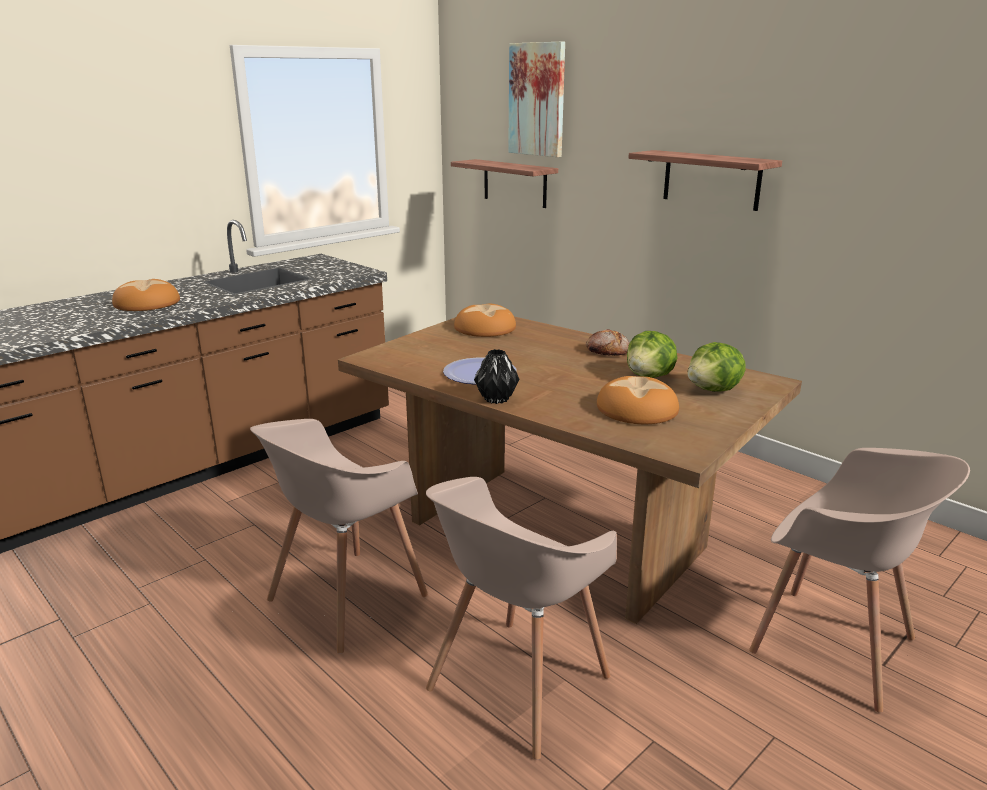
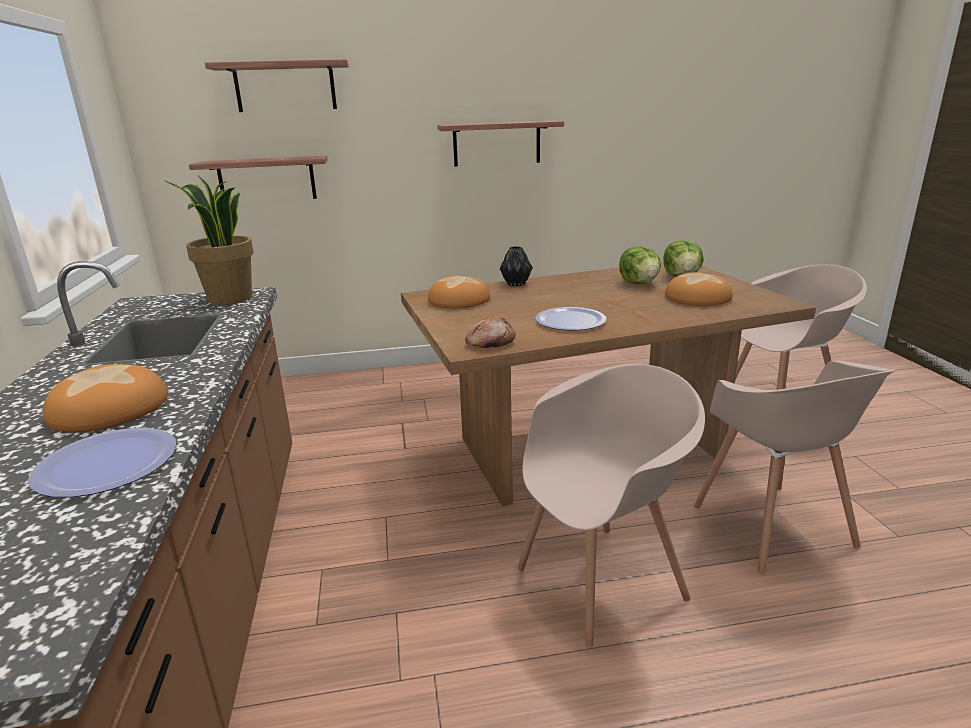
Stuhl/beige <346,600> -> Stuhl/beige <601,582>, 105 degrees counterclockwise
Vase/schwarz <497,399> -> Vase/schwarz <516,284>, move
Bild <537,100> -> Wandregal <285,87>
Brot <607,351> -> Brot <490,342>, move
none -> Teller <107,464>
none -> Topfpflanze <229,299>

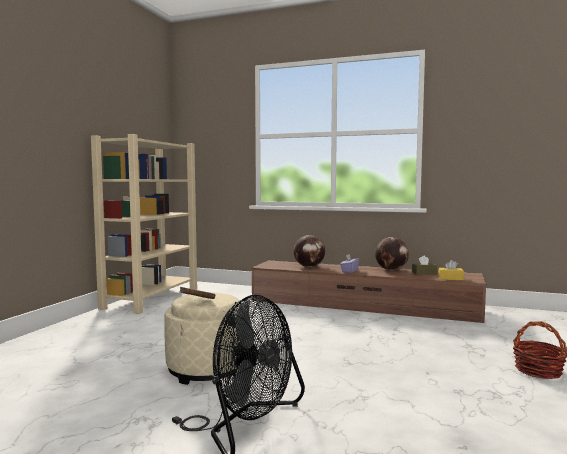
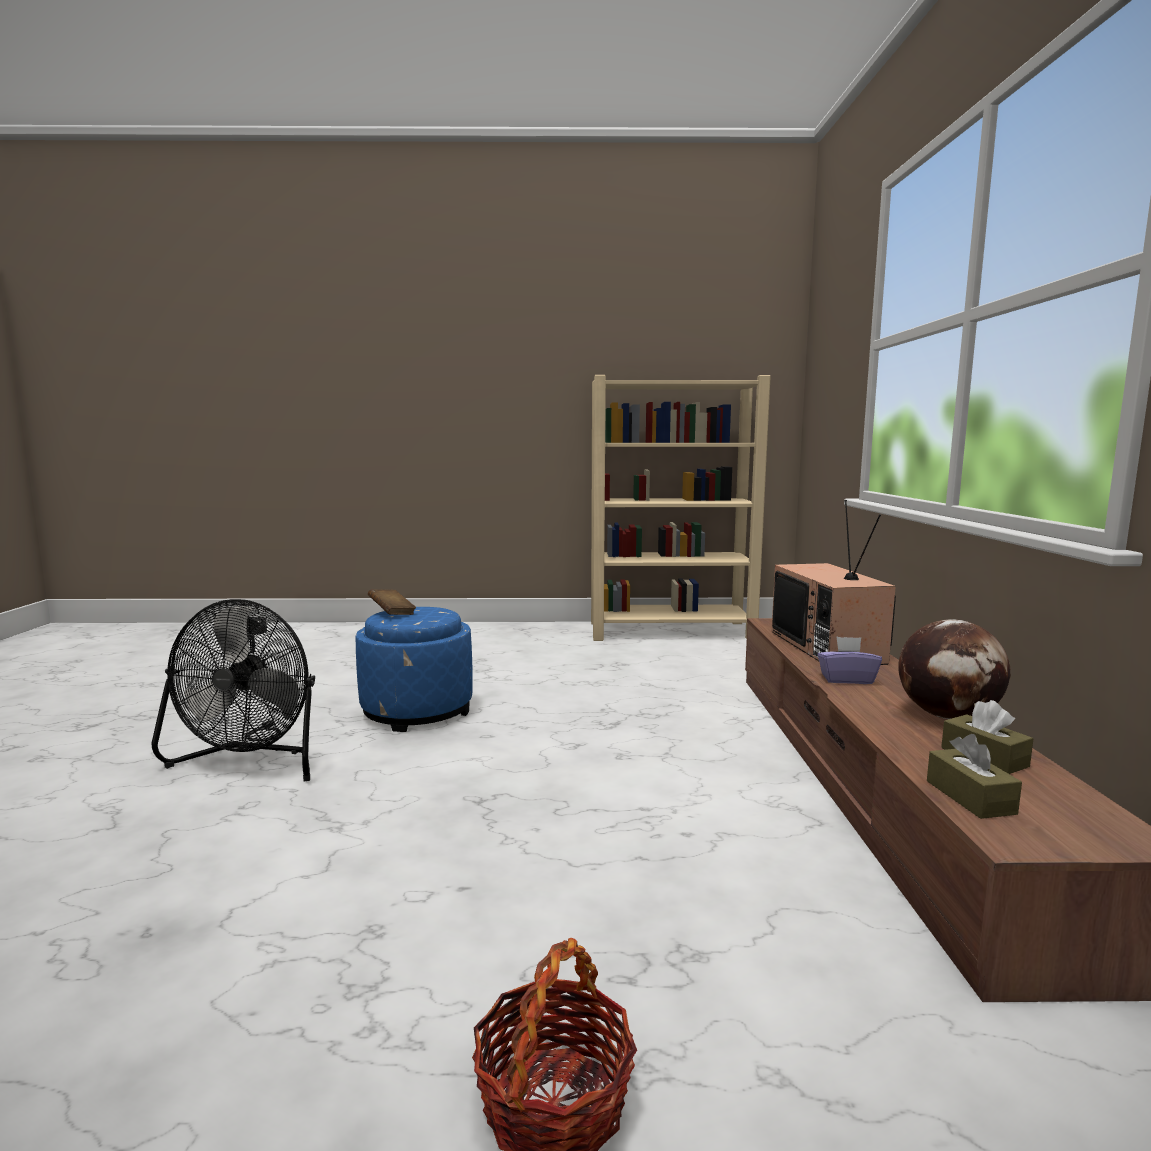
Polsterhocker/beige <207,369> -> Polsterhocker/blau <417,711>
Globus <309,266> -> Fernseher <829,647>
Taschentuchbox/gelb <450,278> -> Taschentuchbox/braun <970,797>

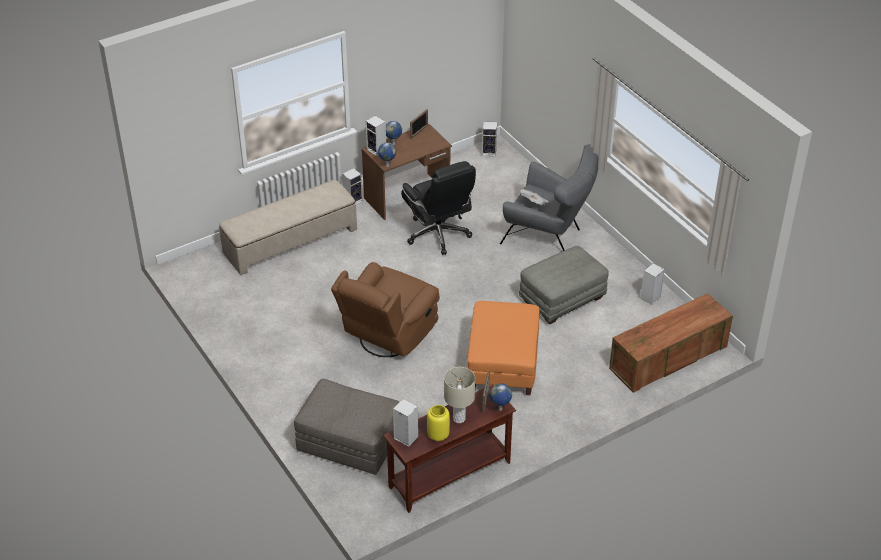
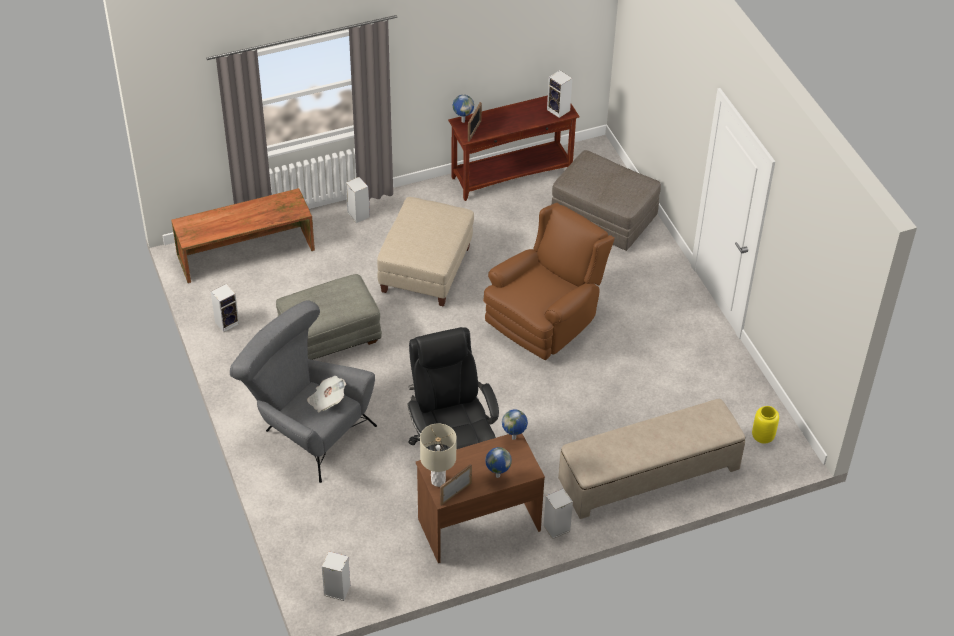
Lautsprecher <377,150> -> Lautsprecher <357,215>, move
Vase/gelb <438,435> -> Vase/gelb <762,436>, move
Tischlampe/beige <459,418> -> Tischlampe/beige <438,481>, move
Polsterhocker/orange <503,365> -> Polsterhocker/beige <426,270>

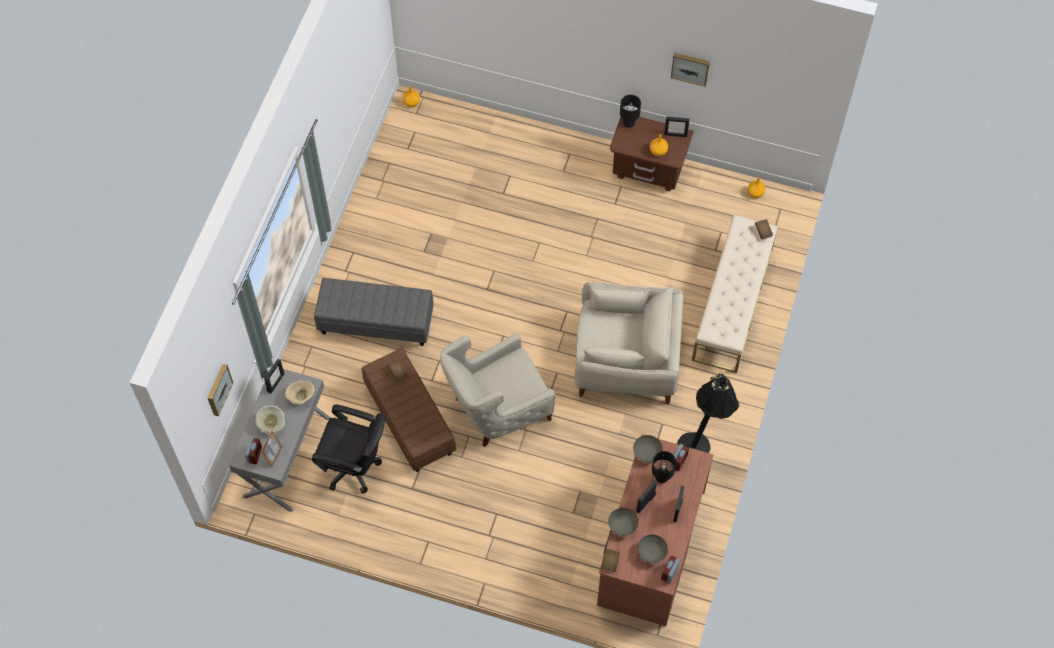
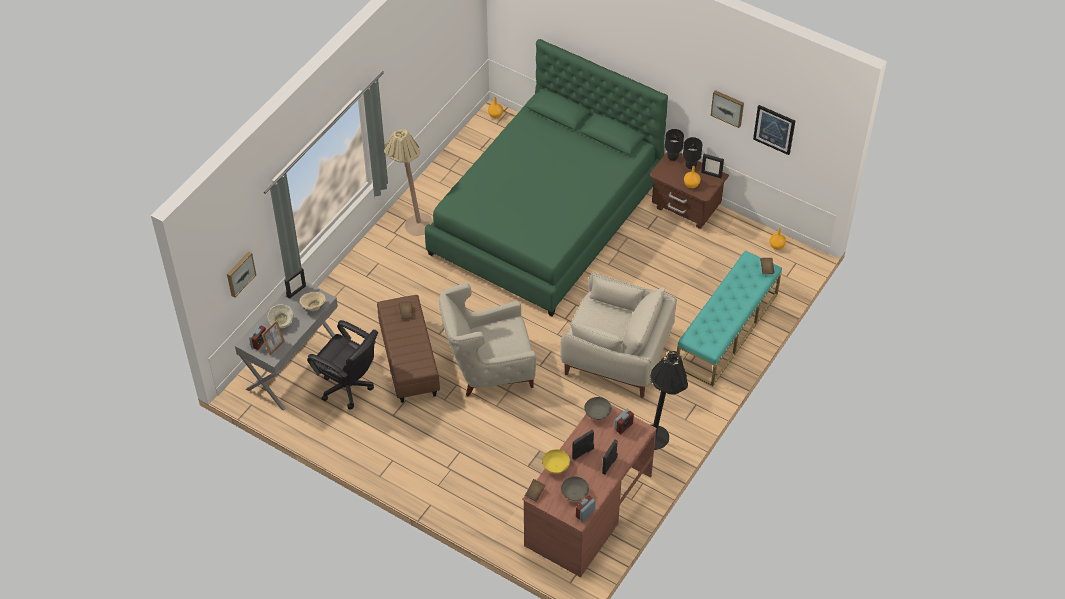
Polsterhocker/grau <376,324> -> none
Schüssel/grau <622,525> -> Schüssel/gelb <556,466>
Tischlampe/schwarz <661,478> -> Tischlampe/schwarz <690,166>, move
Bank/beige <732,304> -> Bank/türkis <727,330>
none -> Stehlampe/beige <412,223>
none -> Bett/grün <546,217>
none -> Bild <774,129>

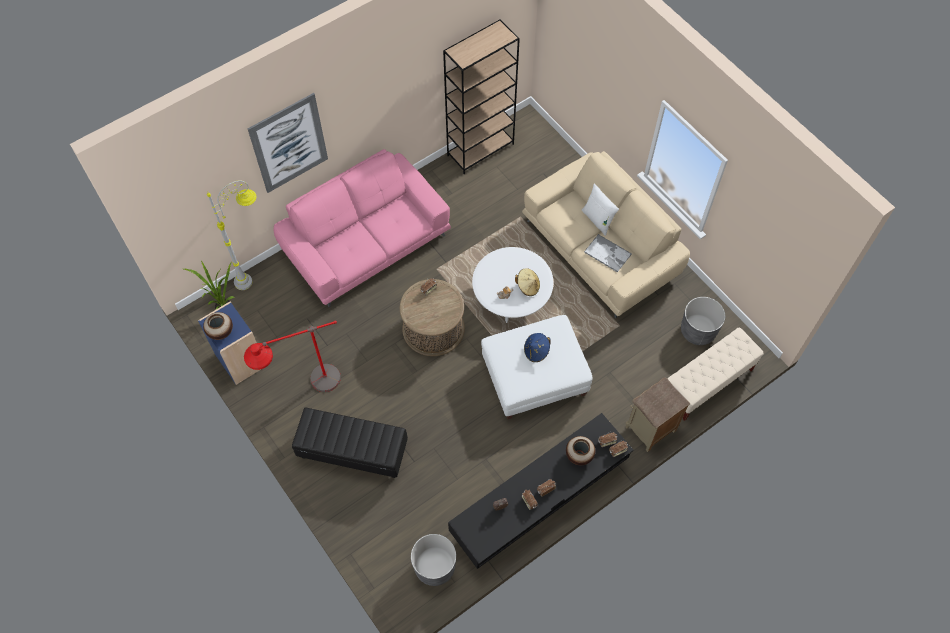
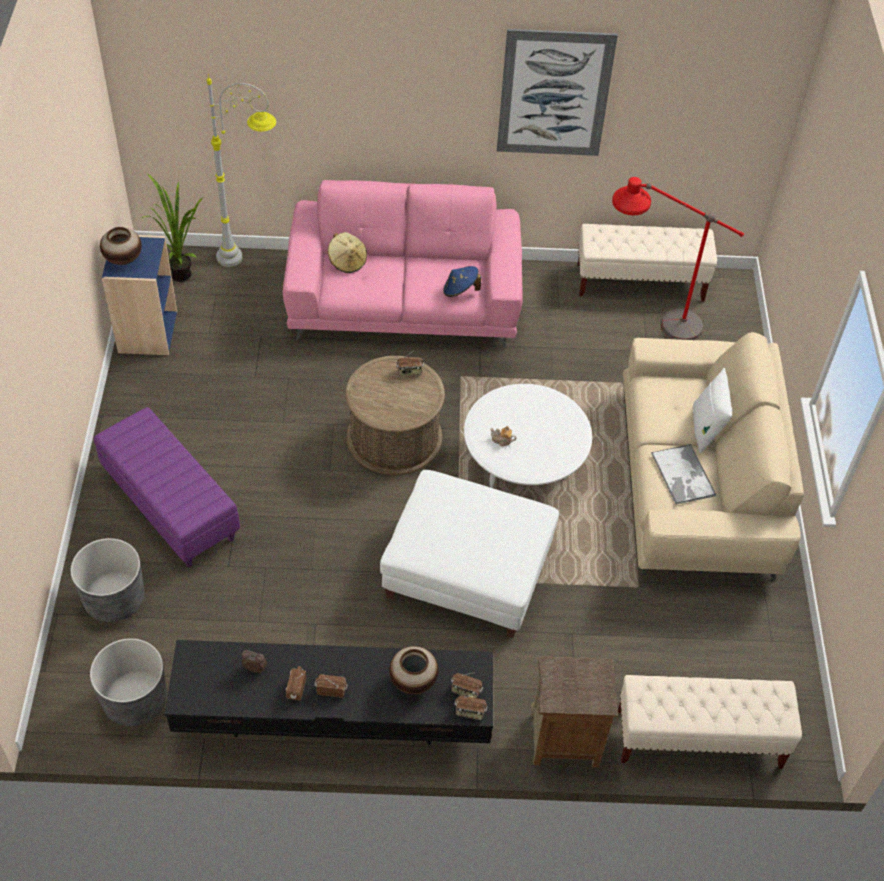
Stehlampe/rot <307,390> -> Stehlampe/rot <652,326>, move
Bild <289,144> -> Bild <554,94>, move
Polsterhocker/schwarz <352,452> -> Polsterhocker/lila <170,507>
Bücherregal/beige <480,149> -> Bank/beige <640,283>
Hut/beige <528,286> -> Hut/beige <347,261>, move
Hut/blau <536,351> -> Hut/blau <460,291>, move
Pflanzkübel/grau <698,331> -> Pflanzkübel/grau <114,599>, move

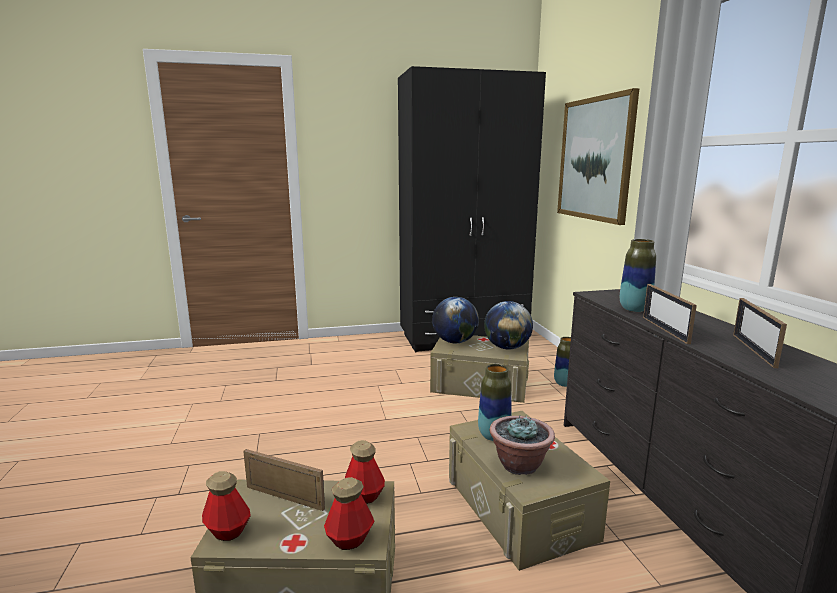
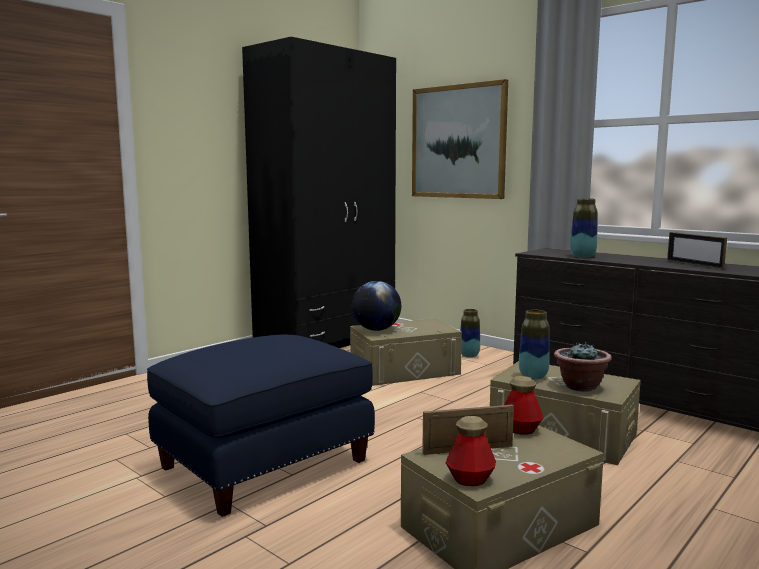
Flasche <350,539> -> none
Globus <507,347> -> none
Bilderrahmen <665,330> -> none
none -> Polsterhocker/blau <264,463>

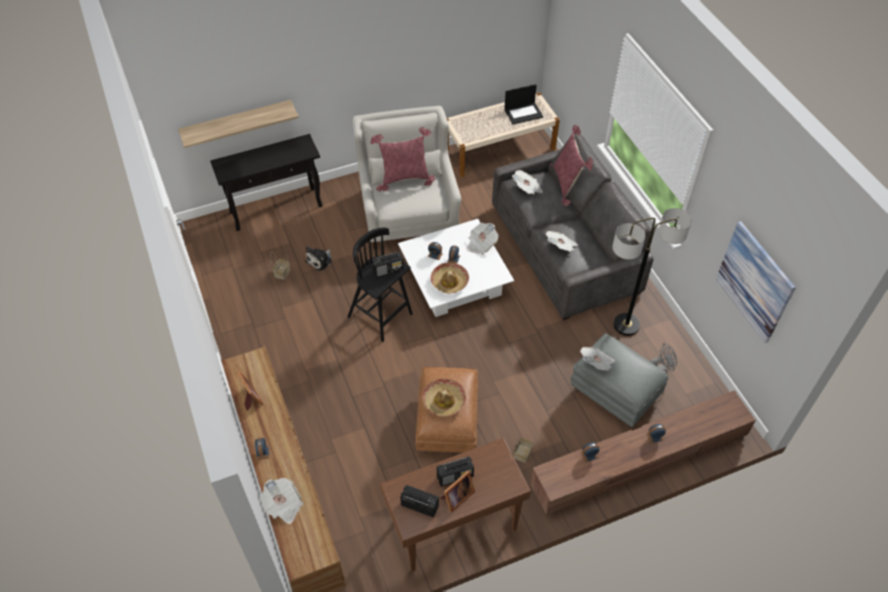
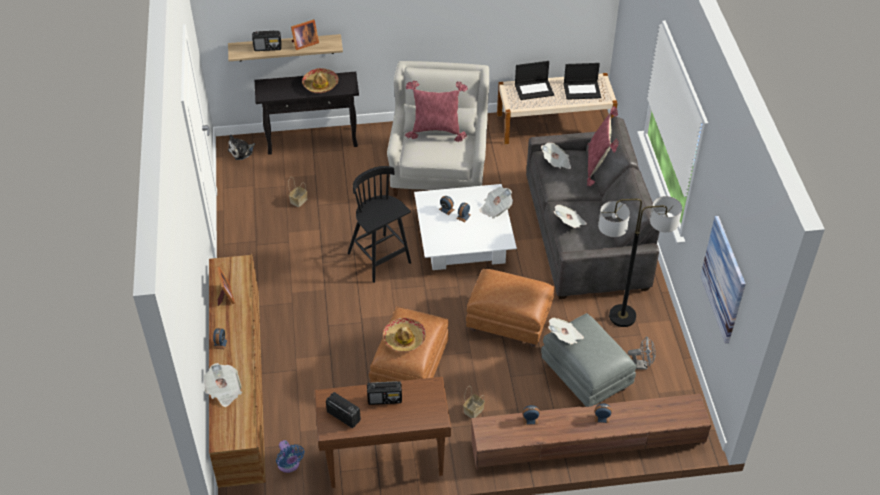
Plüschtier <320,260> -> Plüschtier <241,151>, move
Radio <388,270> -> Radio <268,48>, move
Hut <449,281> -> Hut <320,84>, move
Bilderrahmen <456,497> -> Bilderrahmen <304,44>, move
none -> Ventilator/blau <289,465>
none -> Polsterhocker/braun <510,322>
none -> Laptop <534,89>

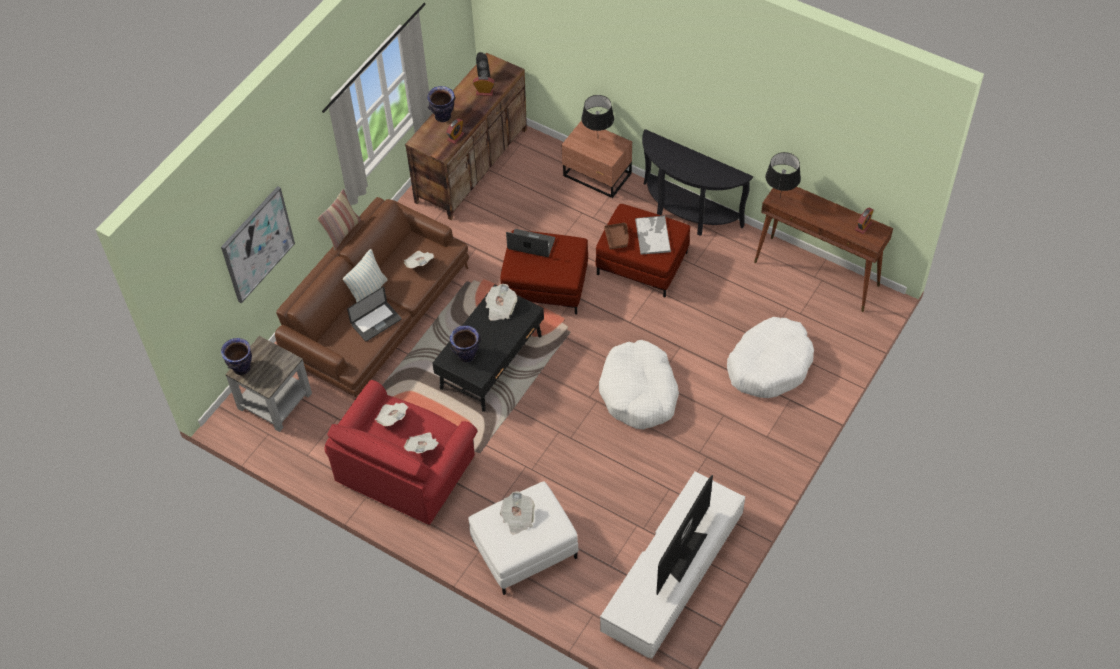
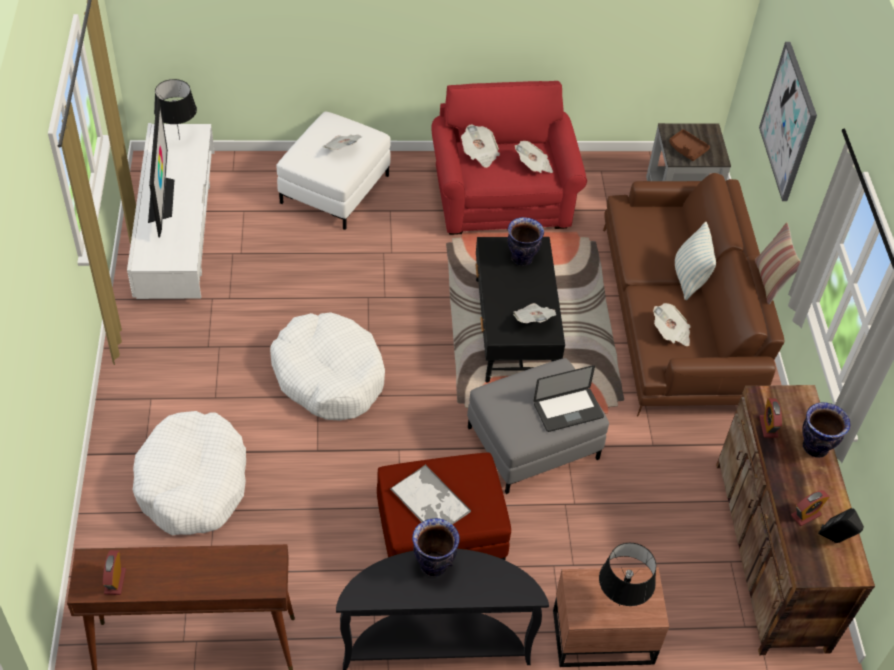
Vase <241,368> -> Vase <434,564>, move
Laptop <376,322> -> none
Polsterhocker/rot <545,285> -> Polsterhocker/grau <533,442>
Tablett/braun <617,238> -> Tablett/braun <687,149>, move
Tischlampe/schwarz <780,197> -> Tischlampe/schwarz <179,139>, move

